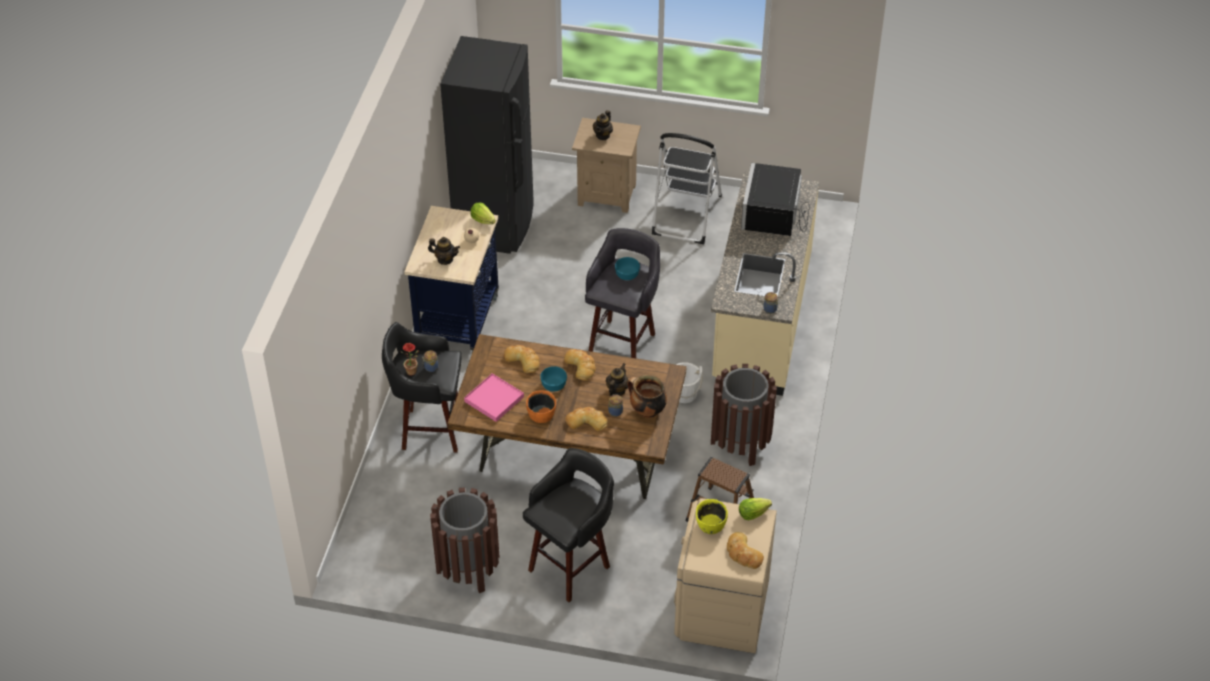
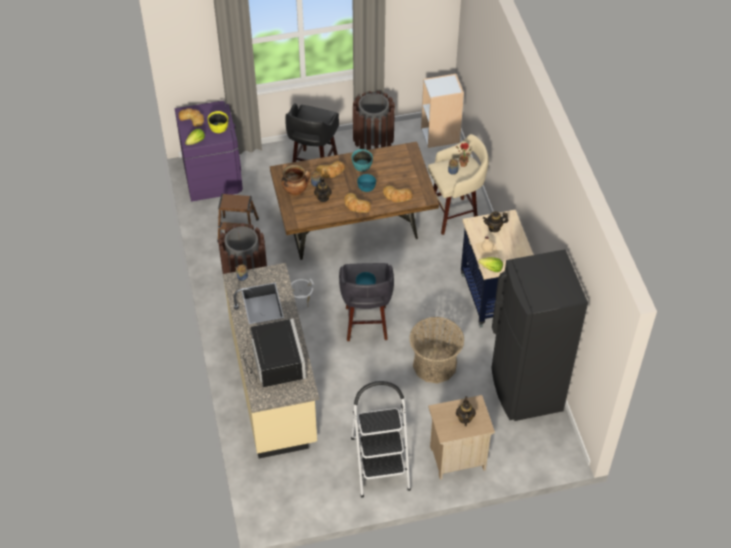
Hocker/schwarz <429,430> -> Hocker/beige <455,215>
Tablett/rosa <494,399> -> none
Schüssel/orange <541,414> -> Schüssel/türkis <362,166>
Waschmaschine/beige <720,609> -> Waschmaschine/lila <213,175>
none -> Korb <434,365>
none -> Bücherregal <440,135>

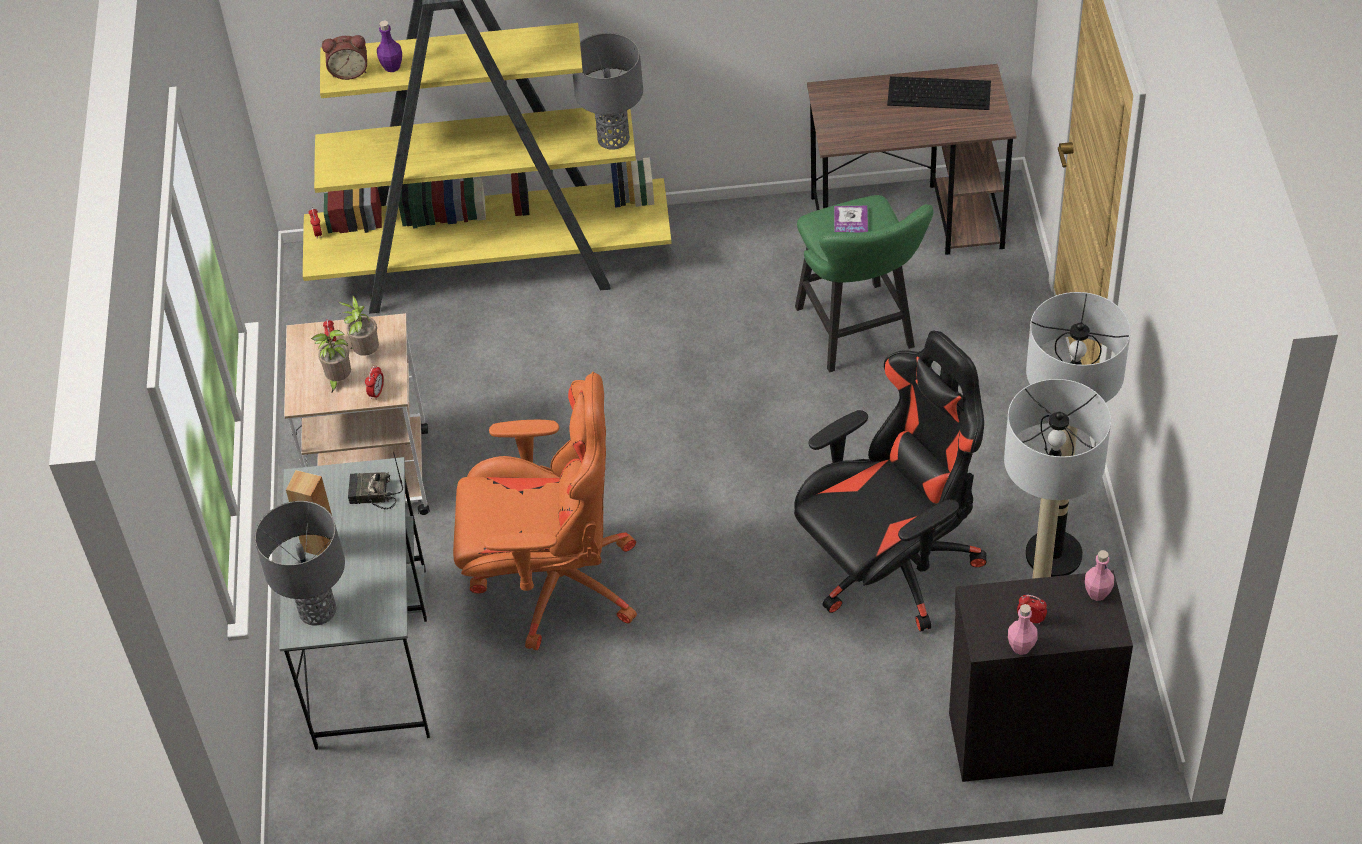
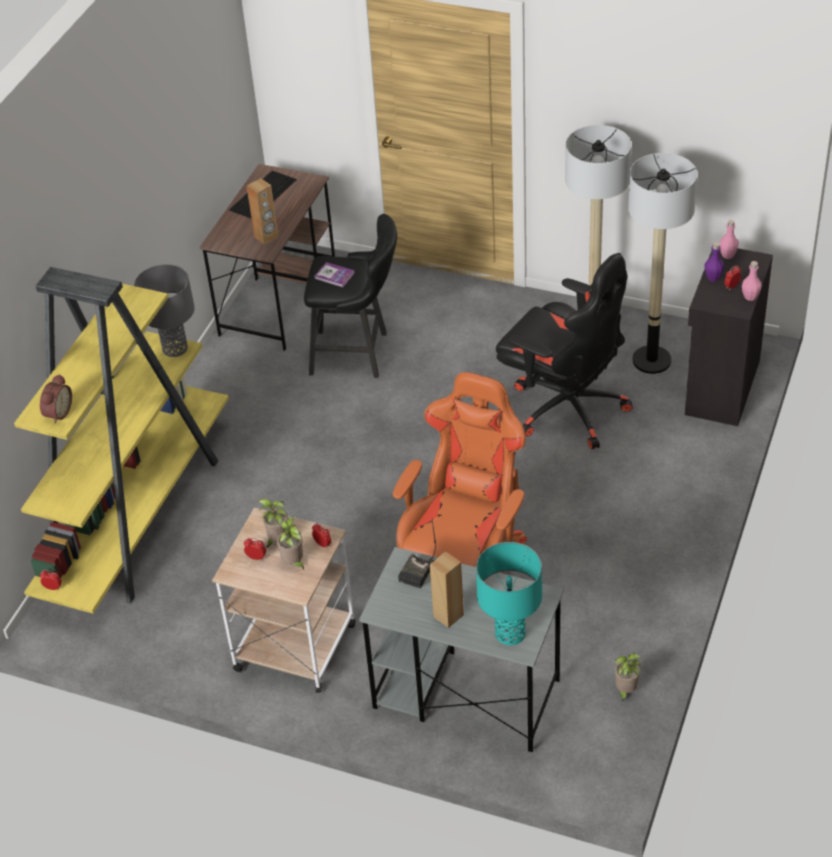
Tischlampe/grau <317,611> -> Tischlampe/türkis <511,633>
Flasche/lila <392,67> -> Flasche/lila <713,277>, move
Bürostuhl/schwarz <886,573> -> Bürostuhl/schwarz <561,406>, 135 degrees clockwise
Hocker/grün <859,337> -> Hocker/schwarz <359,354>
none -> Lautsprecher/braun <266,237>
none -> Topfpflanze <625,691>

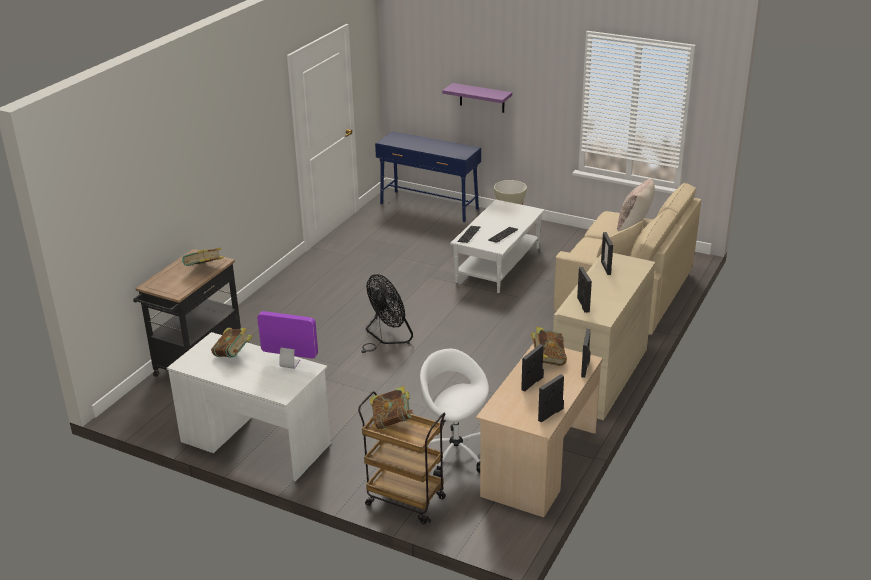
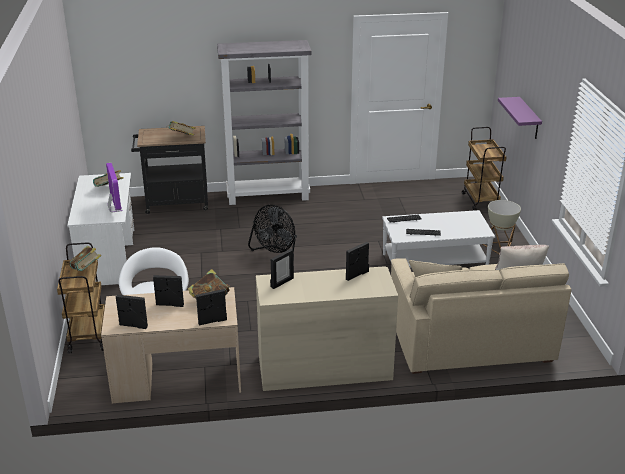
Ventilator/schwarz <383,335> -> Ventilator/schwarz <276,253>, 105 degrees clockwise
Konsolentisch/blau <429,207> -> Rollwagen/braun <480,202>
none -> Bücherregal/grau <268,196>

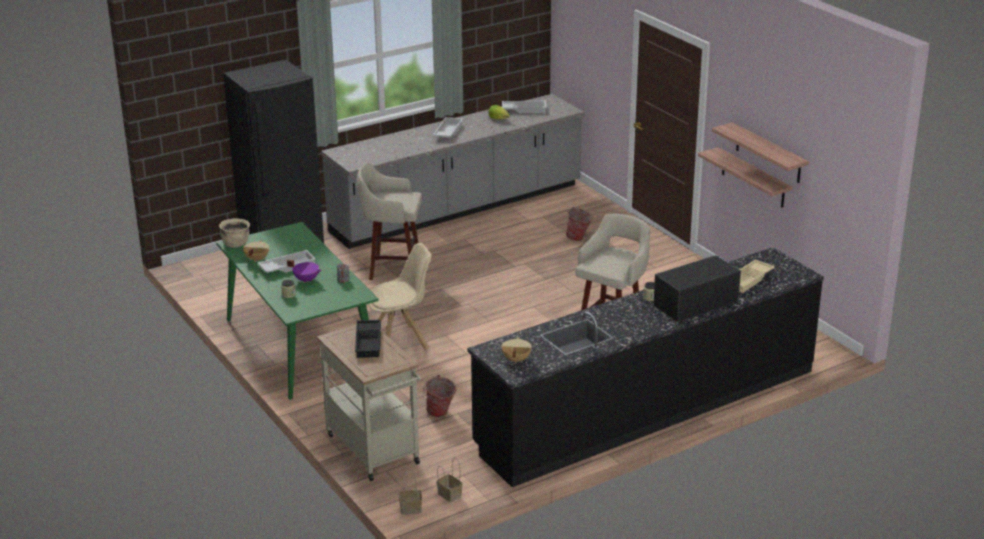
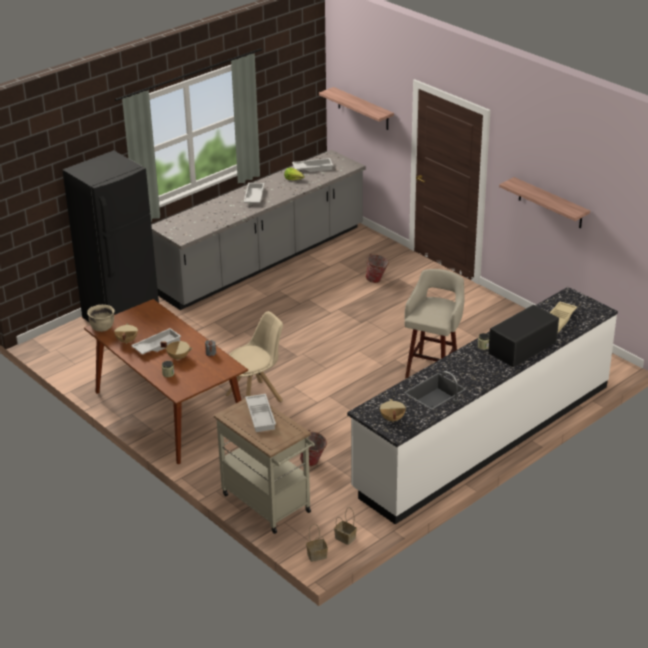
Esstisch/grün <300,345> -> Esstisch/braun <169,410>
Kochtopf/lila <306,279> -> Kochtopf/beige <178,357>
Tablett/schwarz <369,342> -> Tablett/weiß <261,416>
Hocker/beige <392,270> -> none
Küchenzeile/schwarz <647,408> -> Küchenzeile/weiß <484,437>
Wandregal <753,178> -> Wandregal <363,109>, move

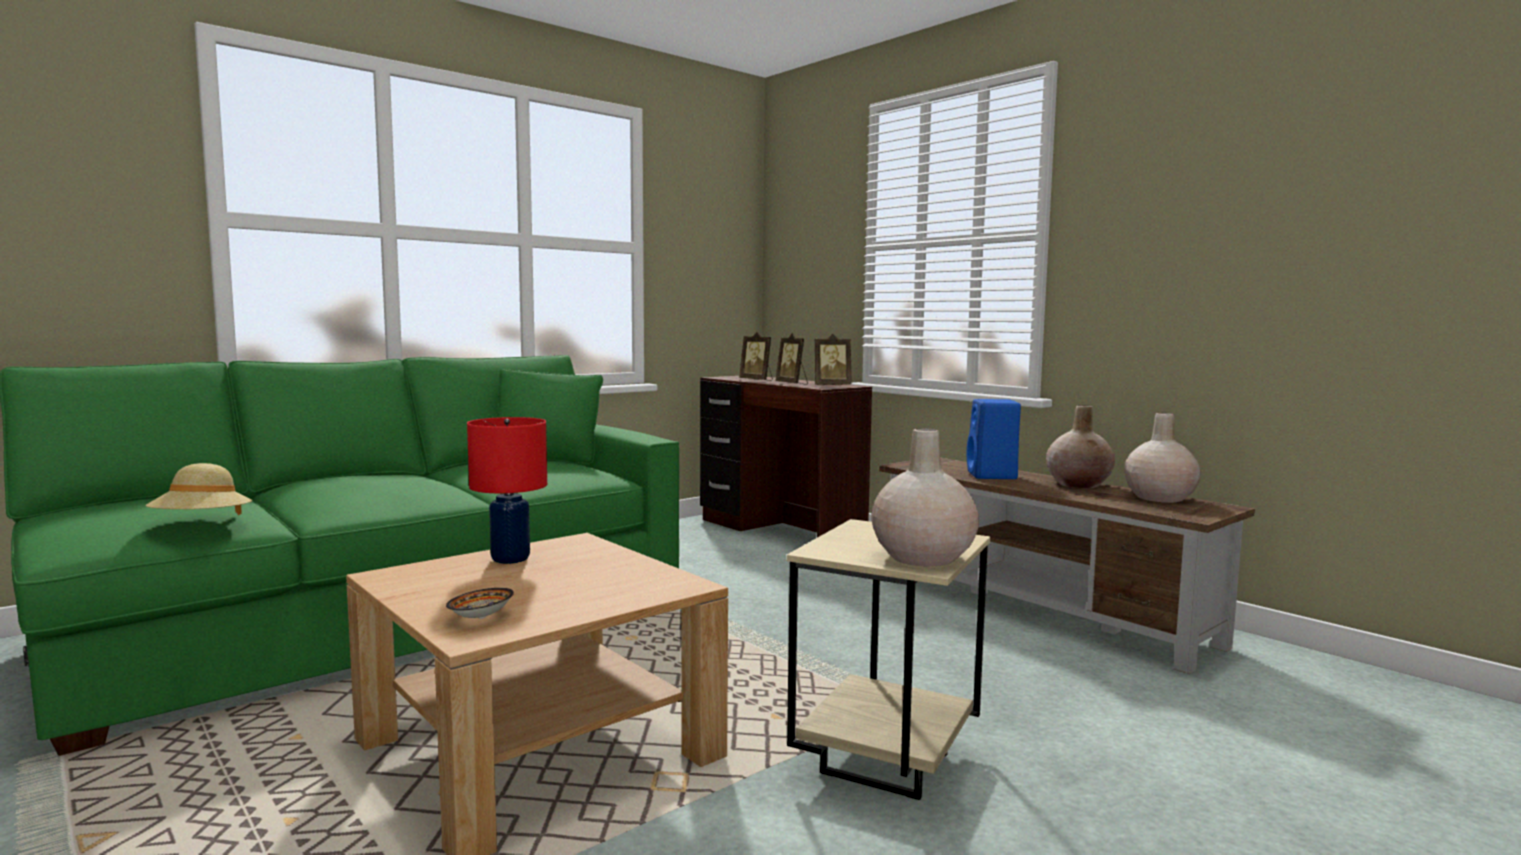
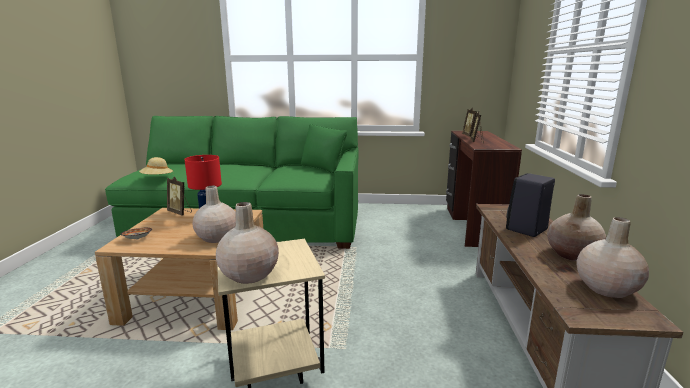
Bilderrahmen <831,386> -> Bilderrahmen <180,212>, move
Lautsprecher/blau <992,476> -> Lautsprecher/schwarz <526,230>
none -> Vase/beige <217,238>

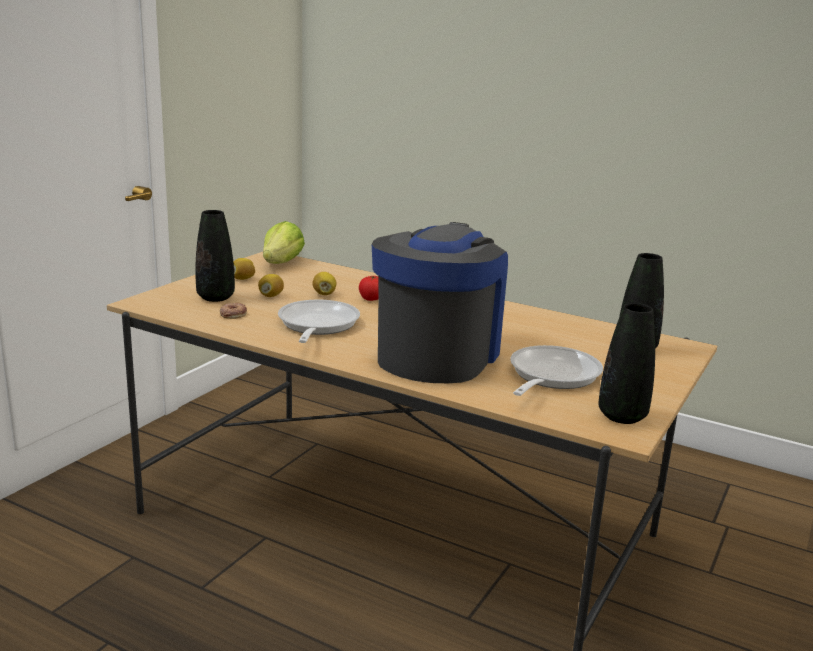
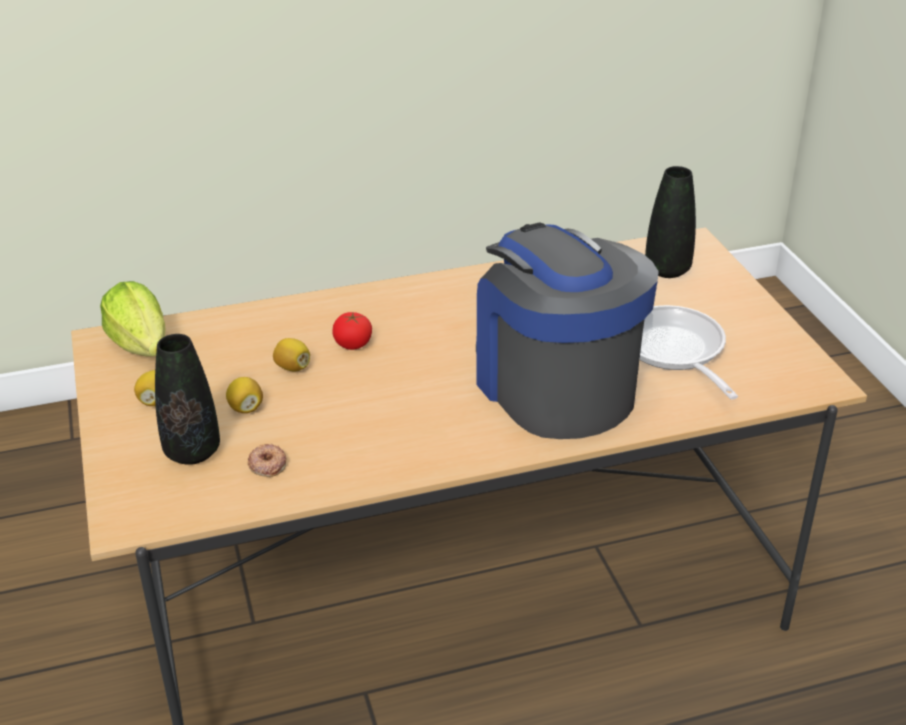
Pfanne <316,326> -> none
Vase/schwarz <622,416> -> none

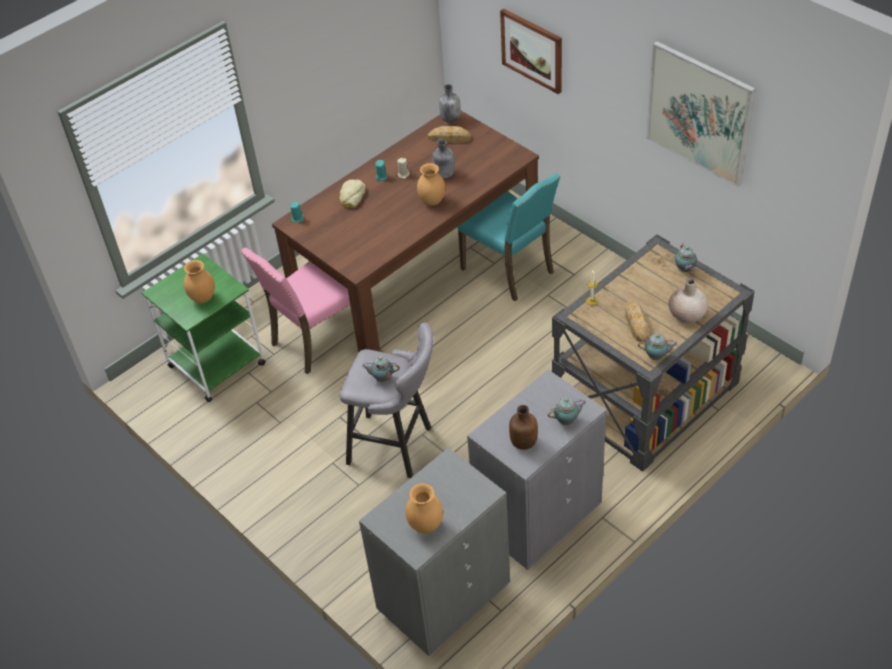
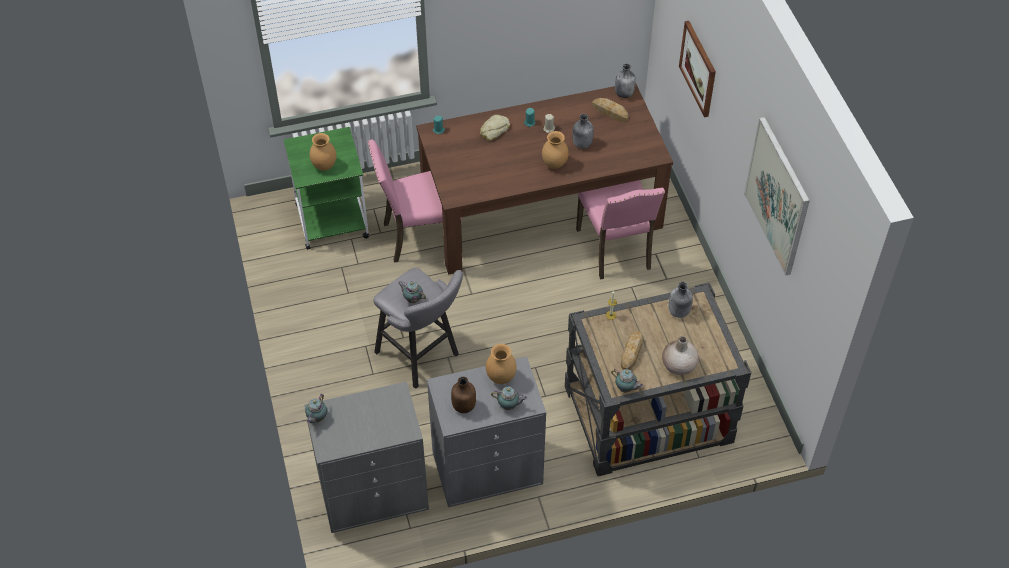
Vase/braun <426,525> -> Vase/braun <501,377>, move
Stuhl/türkis <510,270> -> Stuhl/rosa <616,250>
Teekanne <684,270> -> Teekanne <317,418>, move
none -> Flasche/grau <678,312>

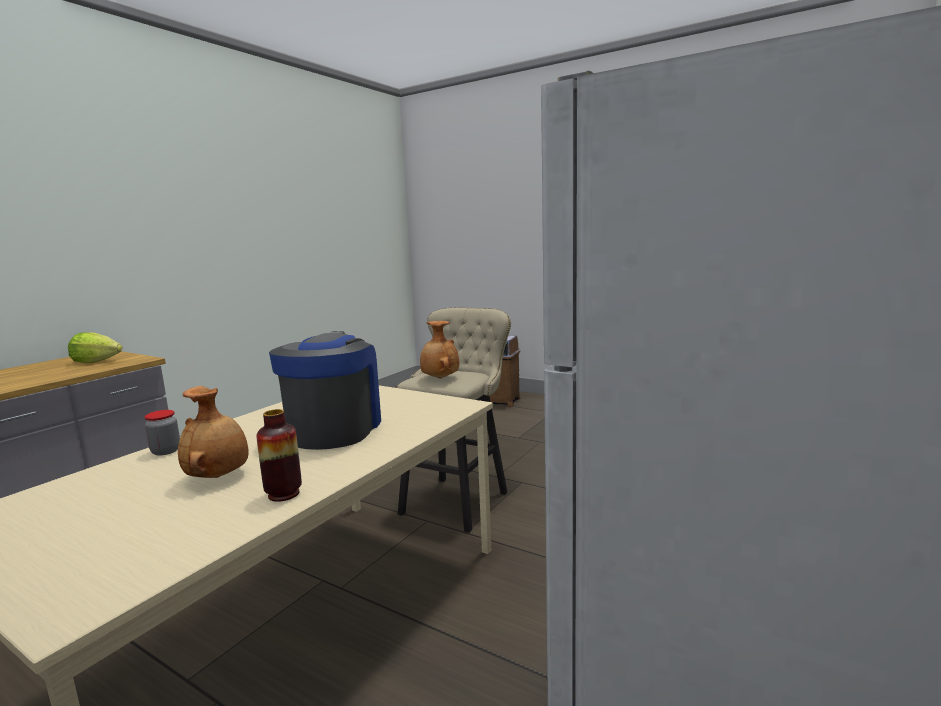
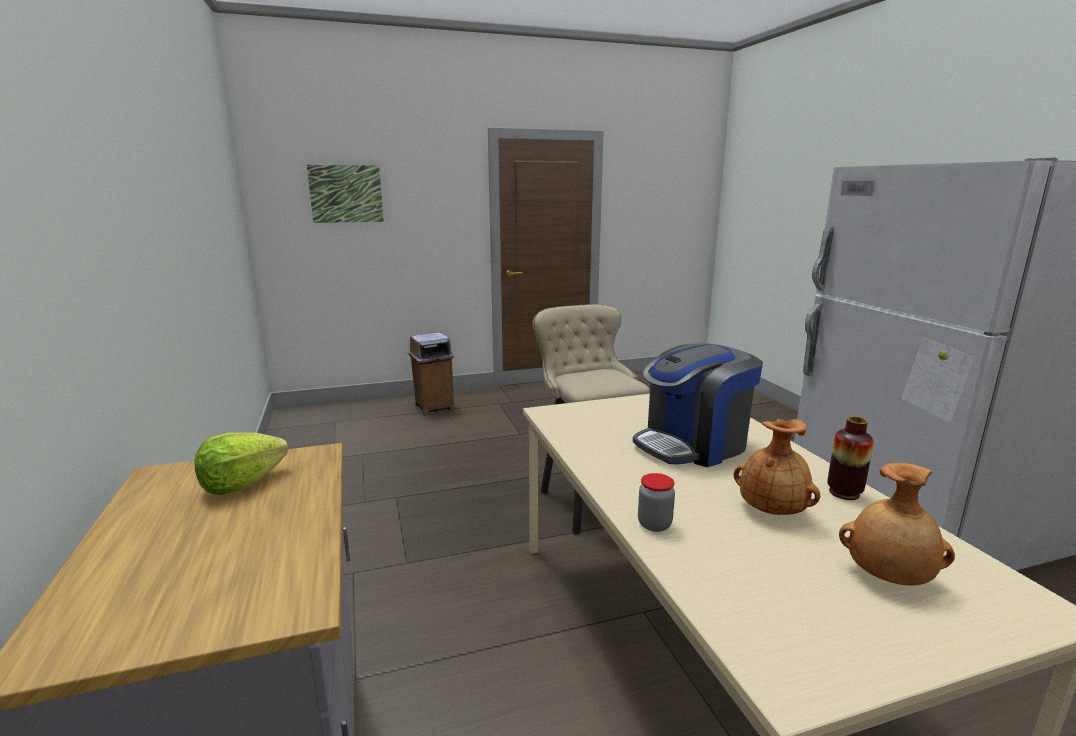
Kaffeemaschine <334,429> -> Kaffeemaschine <693,445>, 75 degrees counterclockwise
Vase/braun <439,378> -> Vase/braun <888,577>, move
none -> Bild <346,194>

